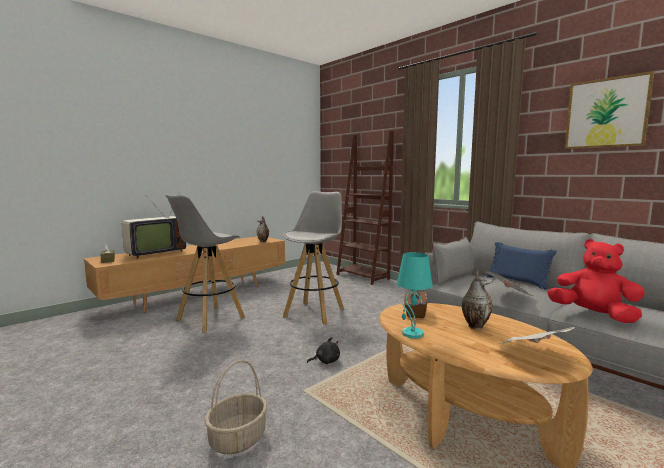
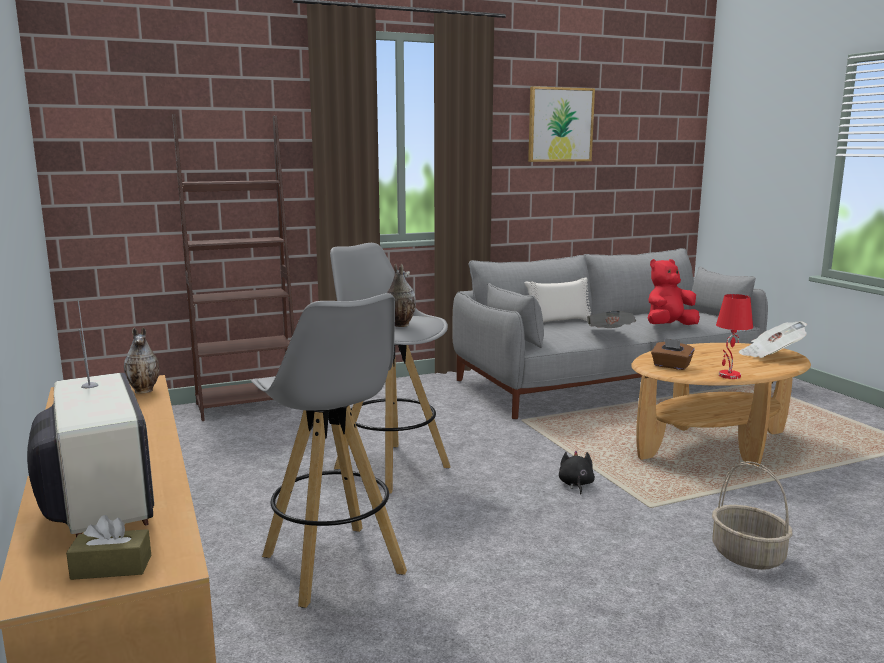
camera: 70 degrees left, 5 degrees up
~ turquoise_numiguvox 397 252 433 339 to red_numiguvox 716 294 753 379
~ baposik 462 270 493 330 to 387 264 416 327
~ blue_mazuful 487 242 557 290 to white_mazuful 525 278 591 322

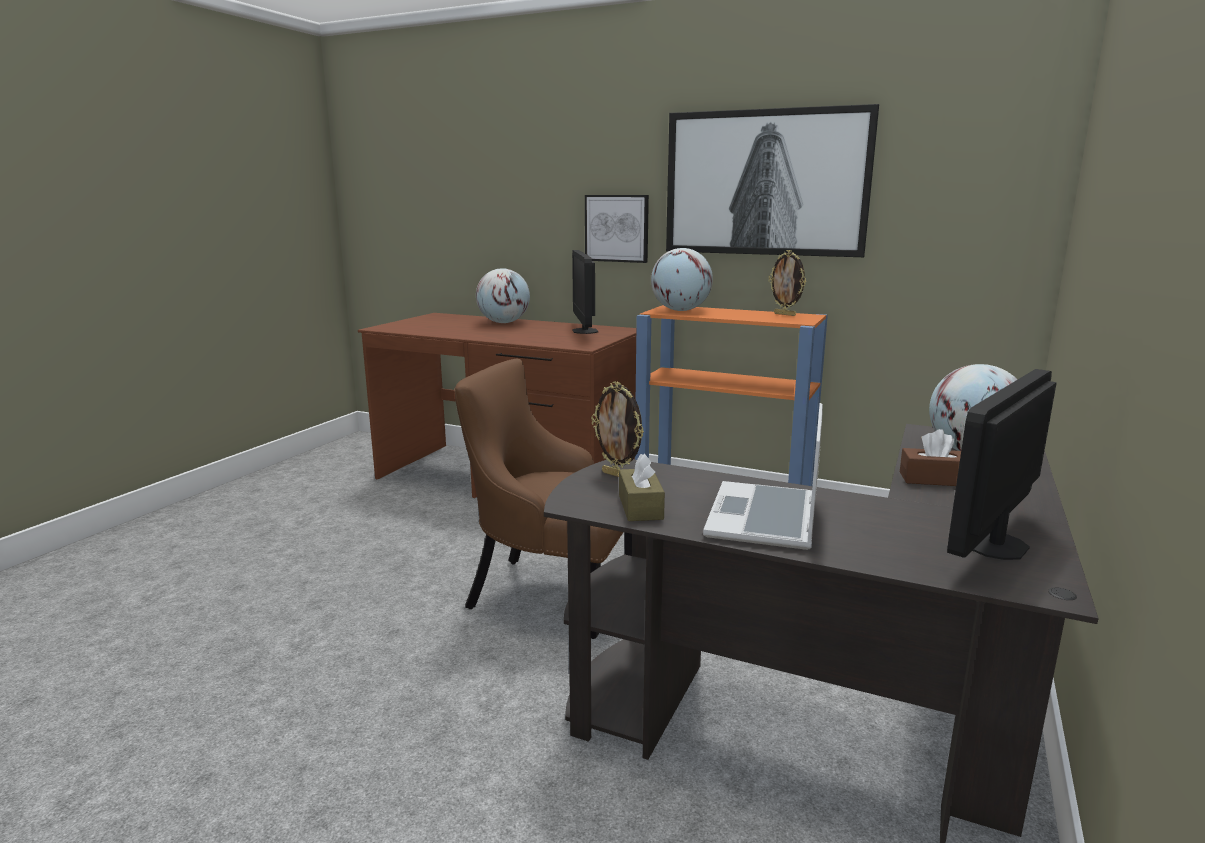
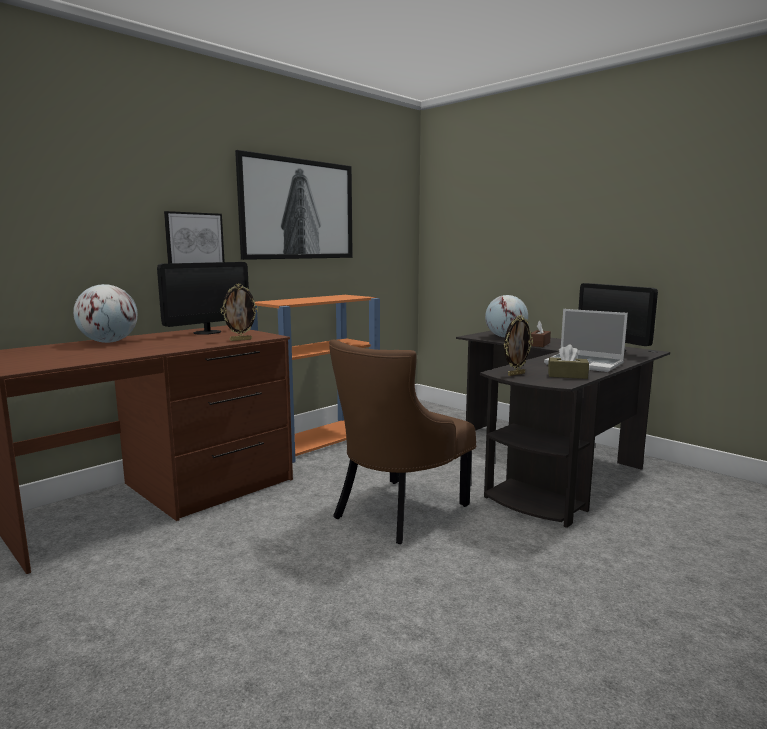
camera: 70 degrees left, 5 degrees down
~ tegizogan 572 250 598 334 = 157 262 249 335 60 degrees counterclockwise
- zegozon 651 248 713 311
~ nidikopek 768 250 806 316 to 221 284 258 341

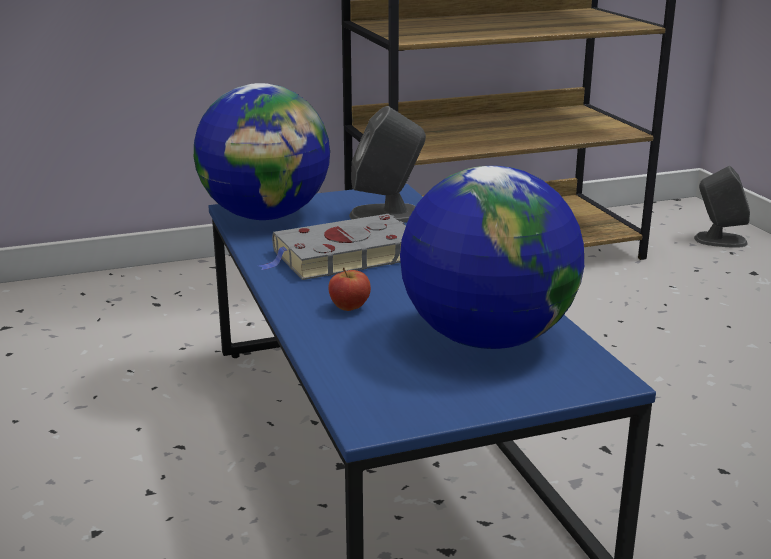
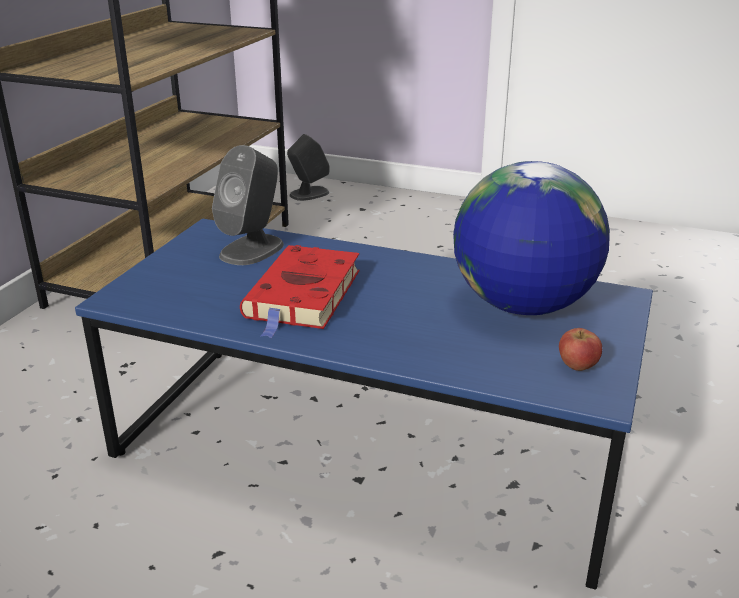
camera: 50 degrees left, 5 degrees up
- zegozon 194 83 330 220
~ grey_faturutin 259 214 406 280 to red_faturutin 240 245 359 338
~ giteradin 328 268 371 311 to 559 328 602 371

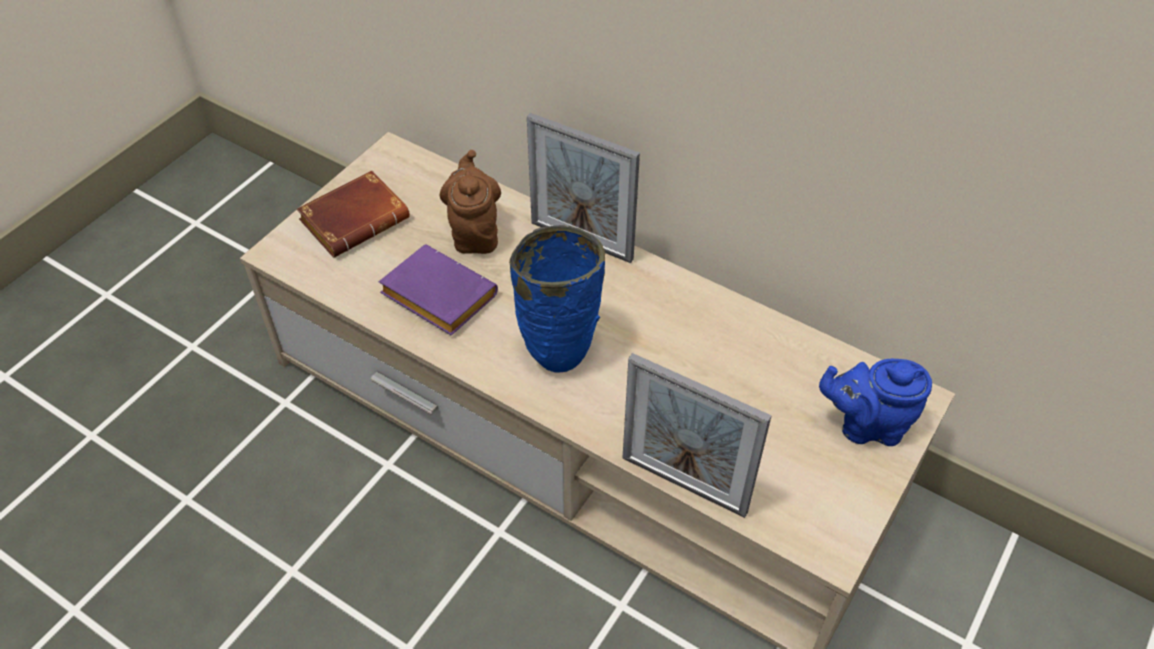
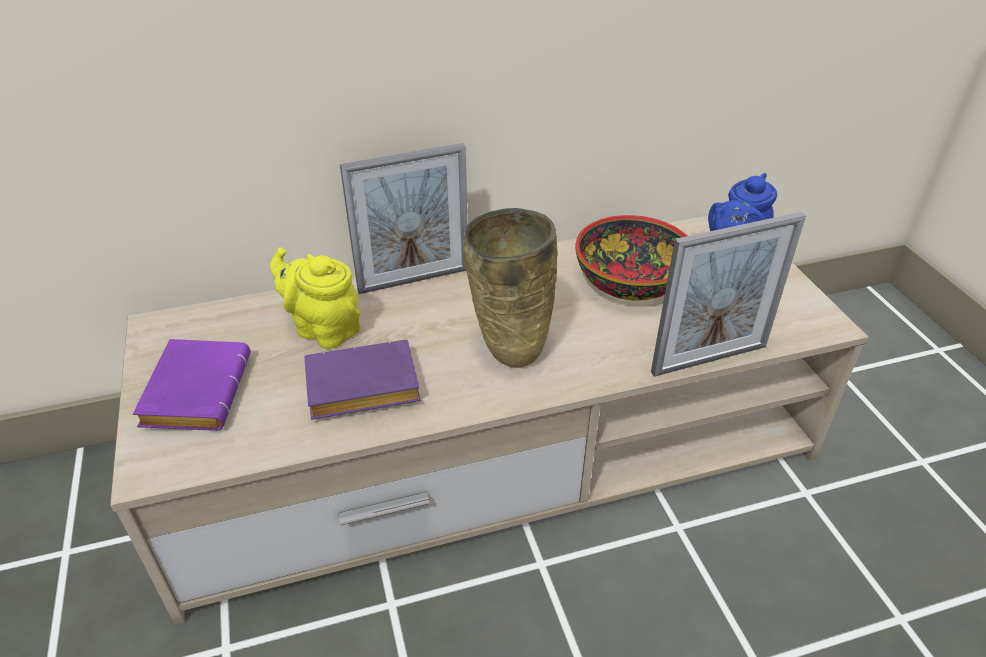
camera: 50 degrees left, 10 degrees down
~ brown_faturutin 297 170 410 258 to purple_faturutin 133 339 250 431
~ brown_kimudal 440 150 501 254 to yellow_kimudal 270 247 360 349
~ blue_baposik 509 225 605 373 to beige_baposik 463 208 558 368
+ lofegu 575 215 687 301

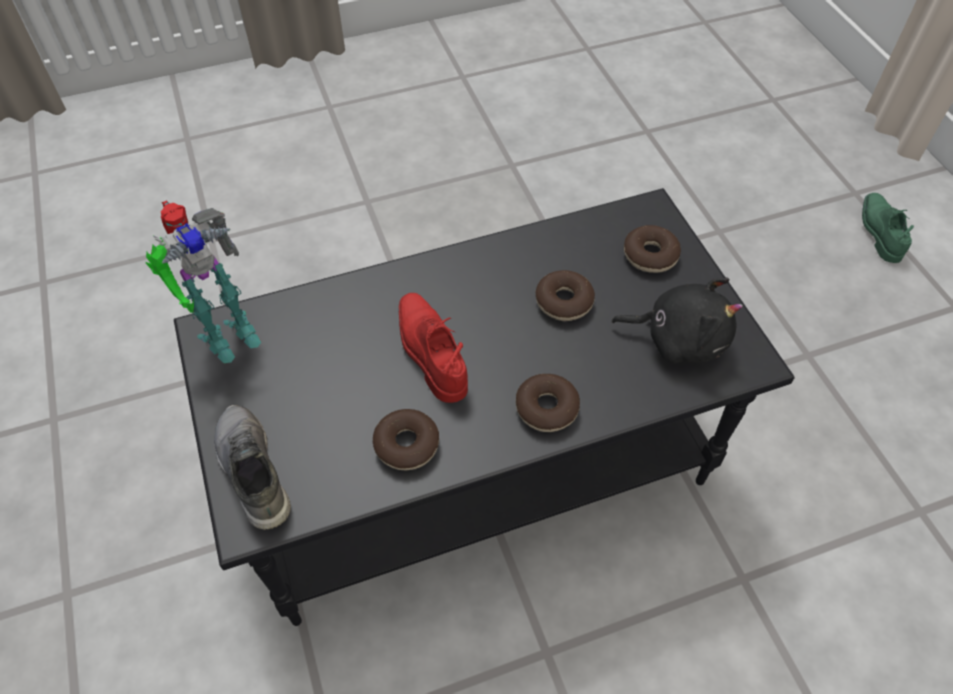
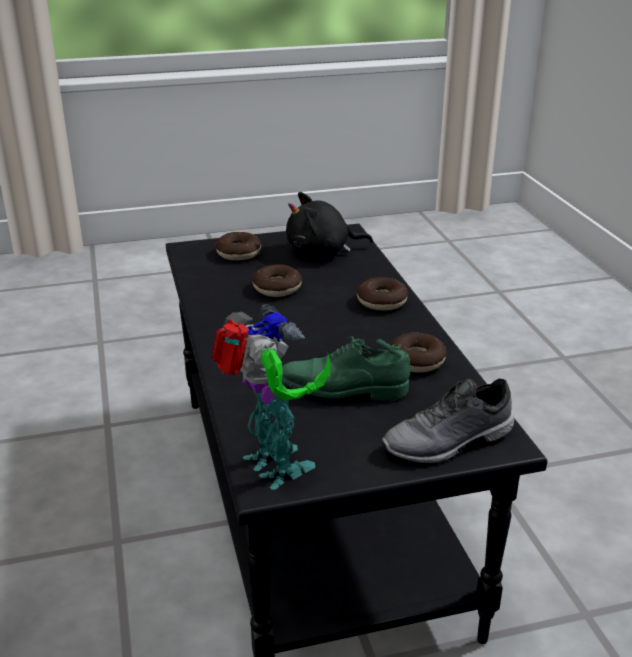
camera: 85 degrees left, 25 degrees down
- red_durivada 398 293 468 403
~ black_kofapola 612 277 743 364 = 286 192 373 256 120 degrees counterclockwise
~ green_durivada 862 193 914 263 to 282 336 410 400

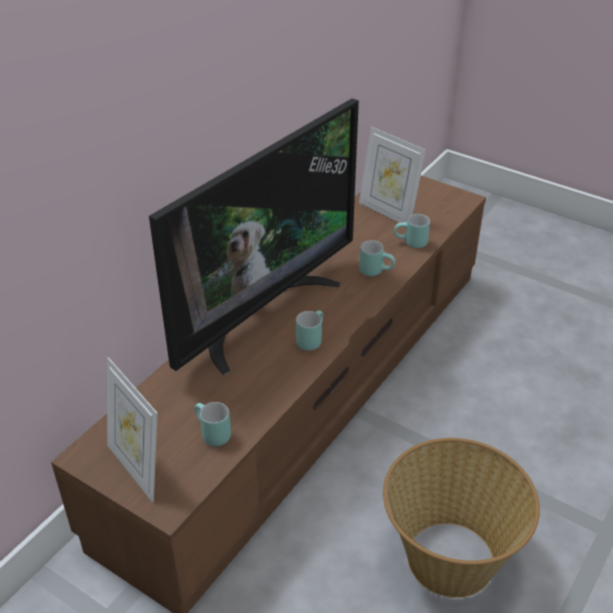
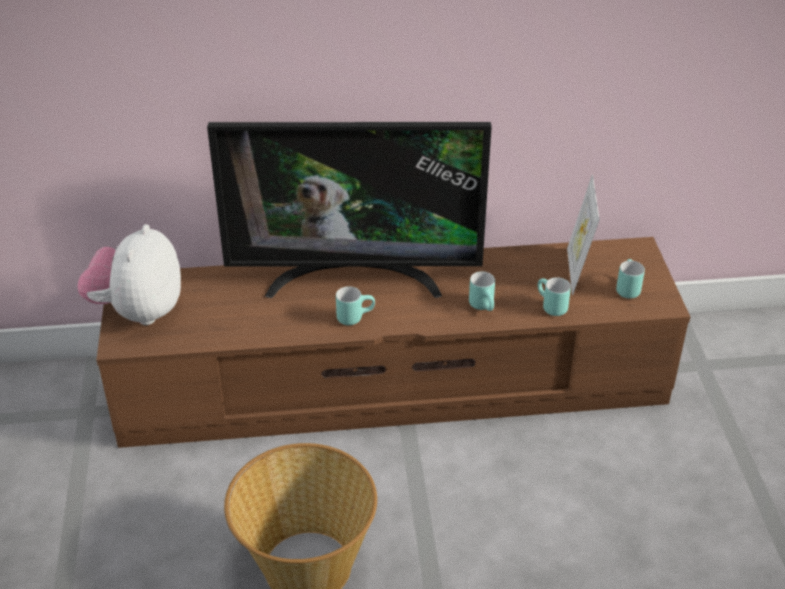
camera: 50 degrees right, 0 degrees up
~ nidikopek 107 357 158 503 to kofapola 77 224 181 325
~ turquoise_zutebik 195 402 231 446 to 616 259 645 299

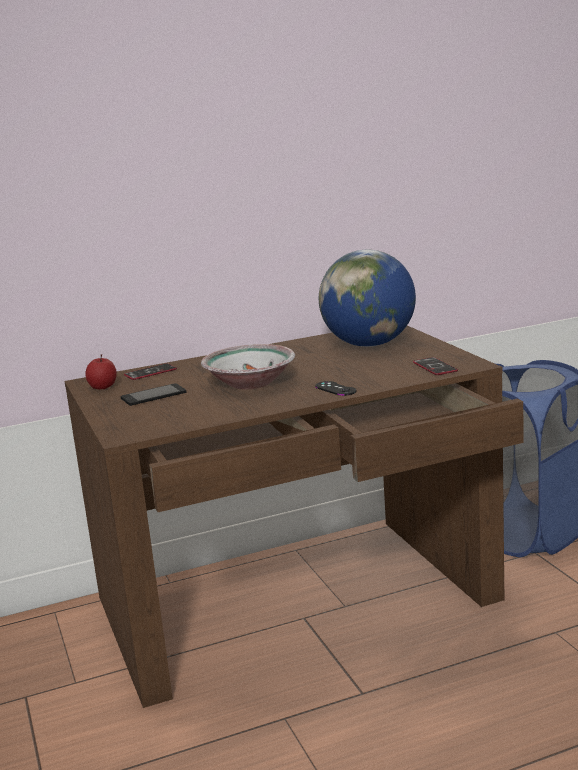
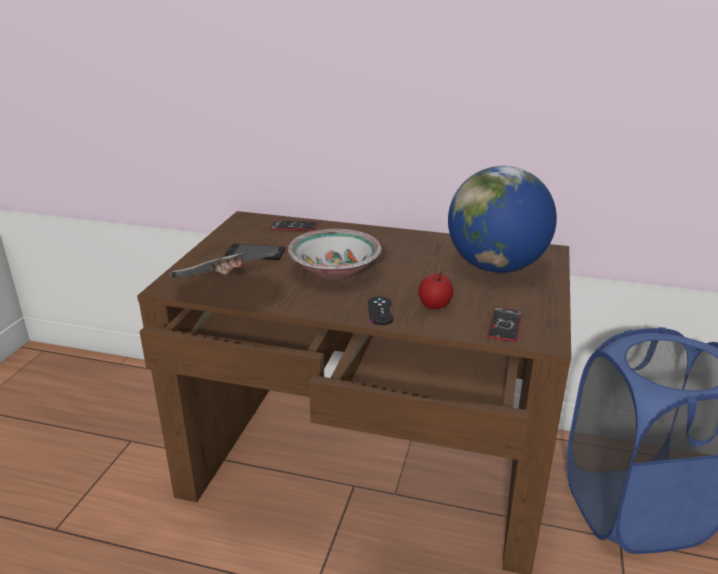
camera: 35 degrees right, 10 degrees up
~ giteradin 85 354 117 389 to 418 272 453 309
+ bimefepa 168 248 279 278

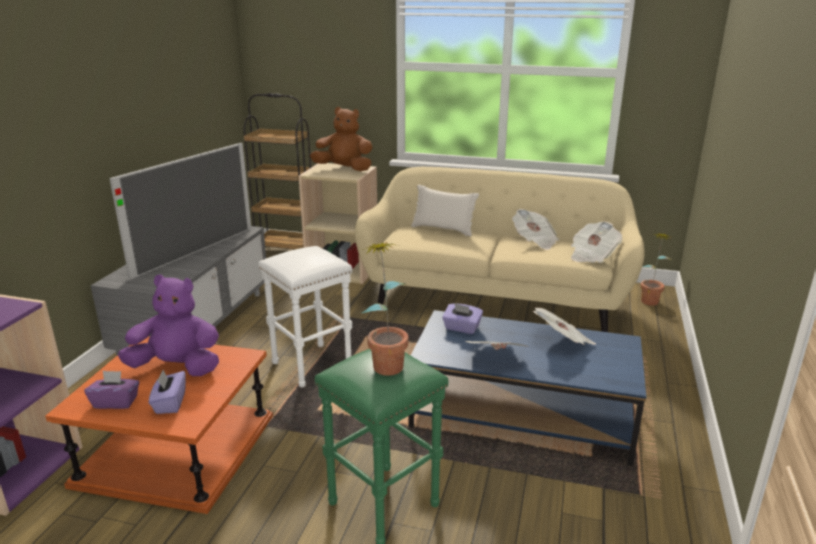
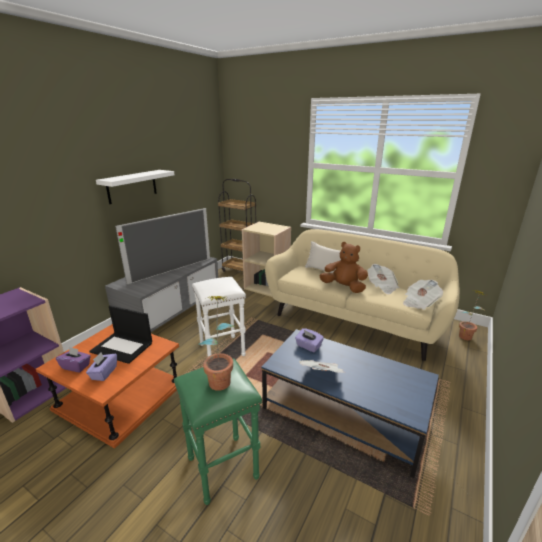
camera: 15 degrees right, 0 degrees up
~ purple_kofapola 118 274 219 376 to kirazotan 89 305 152 364
~ brown_kofapola 310 107 373 171 to 320 242 368 293
- bimefepa 533 308 596 345
+ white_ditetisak 96 170 175 204

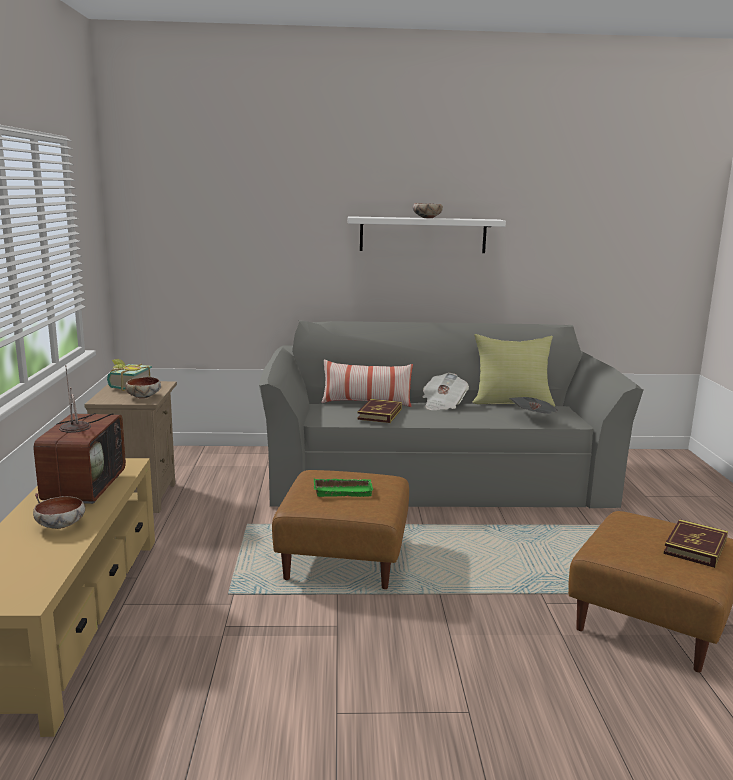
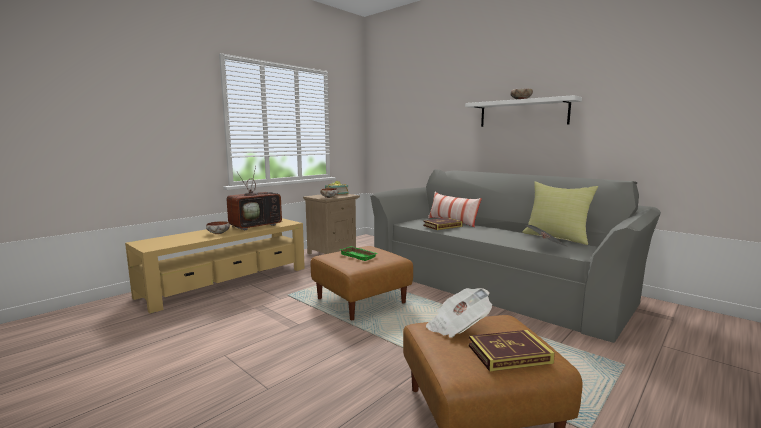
camera: 45 degrees right, 5 degrees down
~ bimefepa 423 373 469 410 to 426 288 492 337

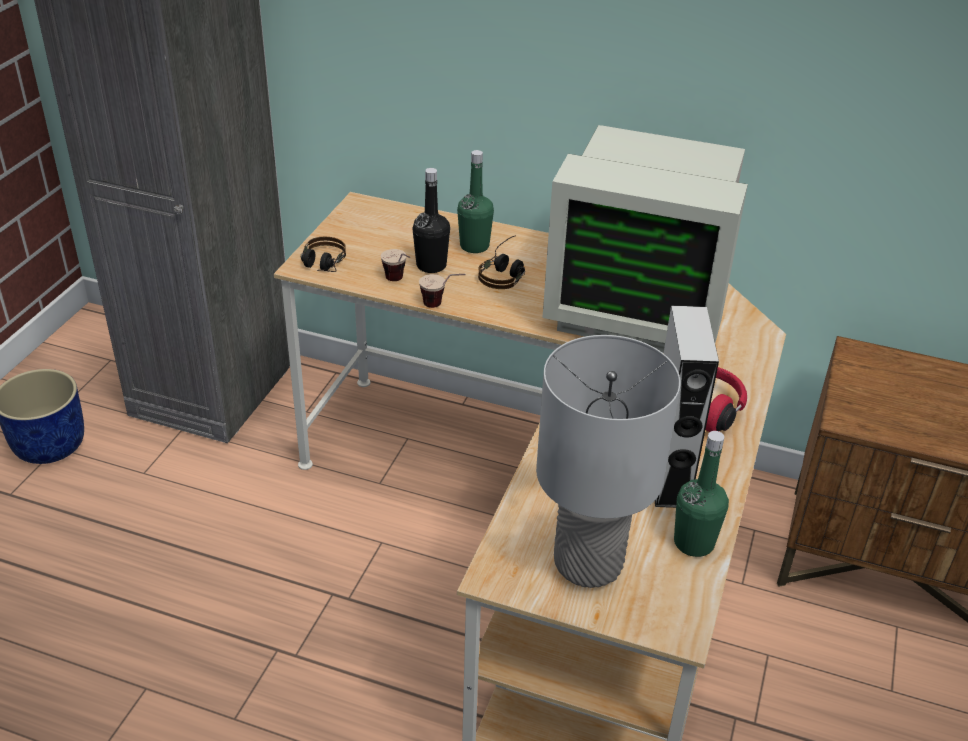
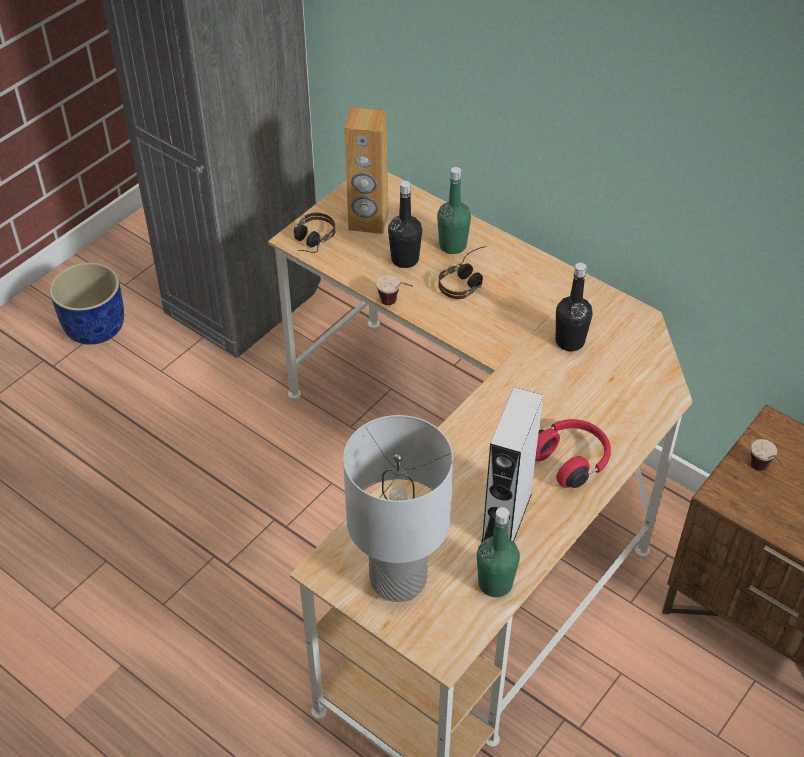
camera: 20 degrees right, 10 degrees up
~ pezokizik 381 249 410 281 to 751 439 783 471
~ tegizogan 543 125 748 353 to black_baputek 556 263 593 351
+ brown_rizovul 344 107 388 234

